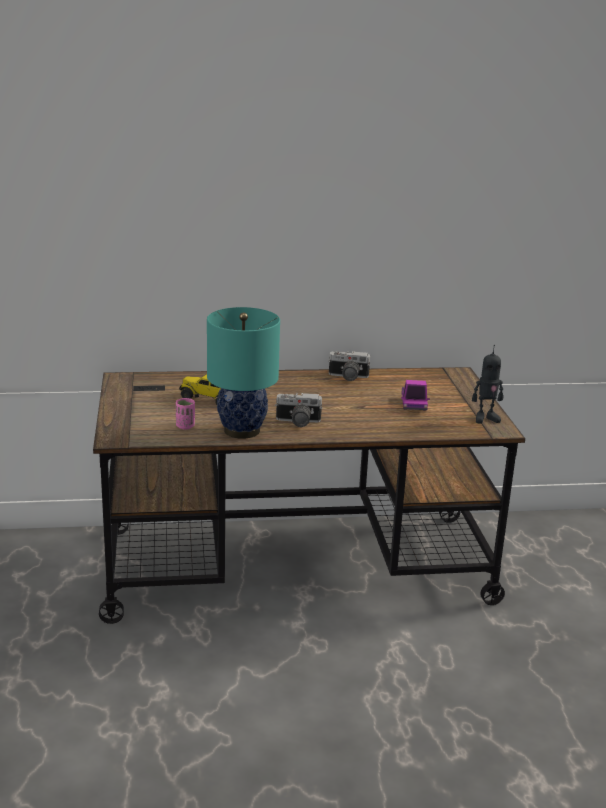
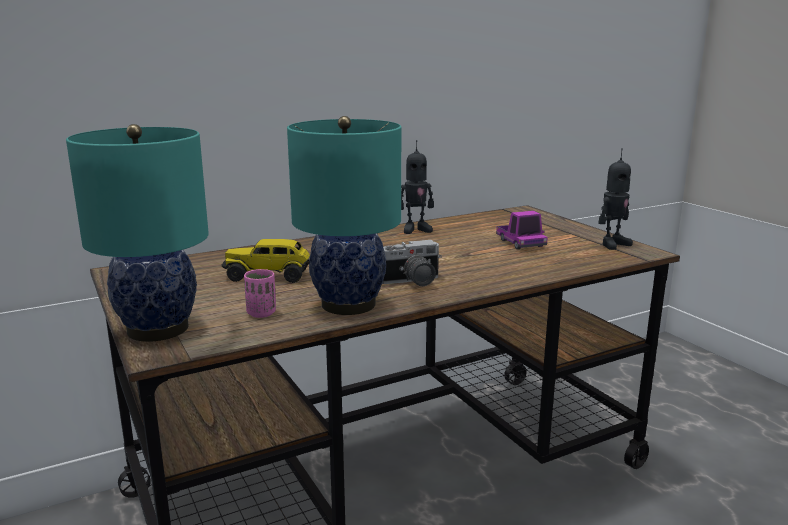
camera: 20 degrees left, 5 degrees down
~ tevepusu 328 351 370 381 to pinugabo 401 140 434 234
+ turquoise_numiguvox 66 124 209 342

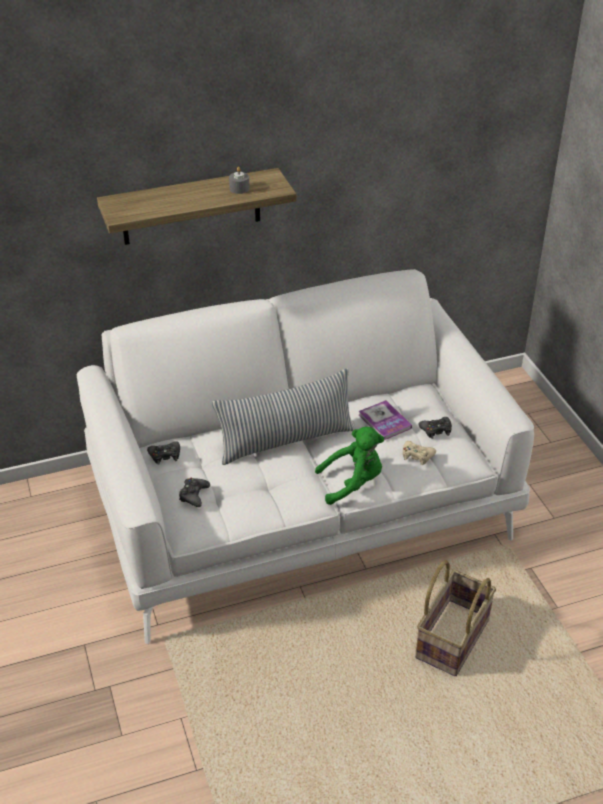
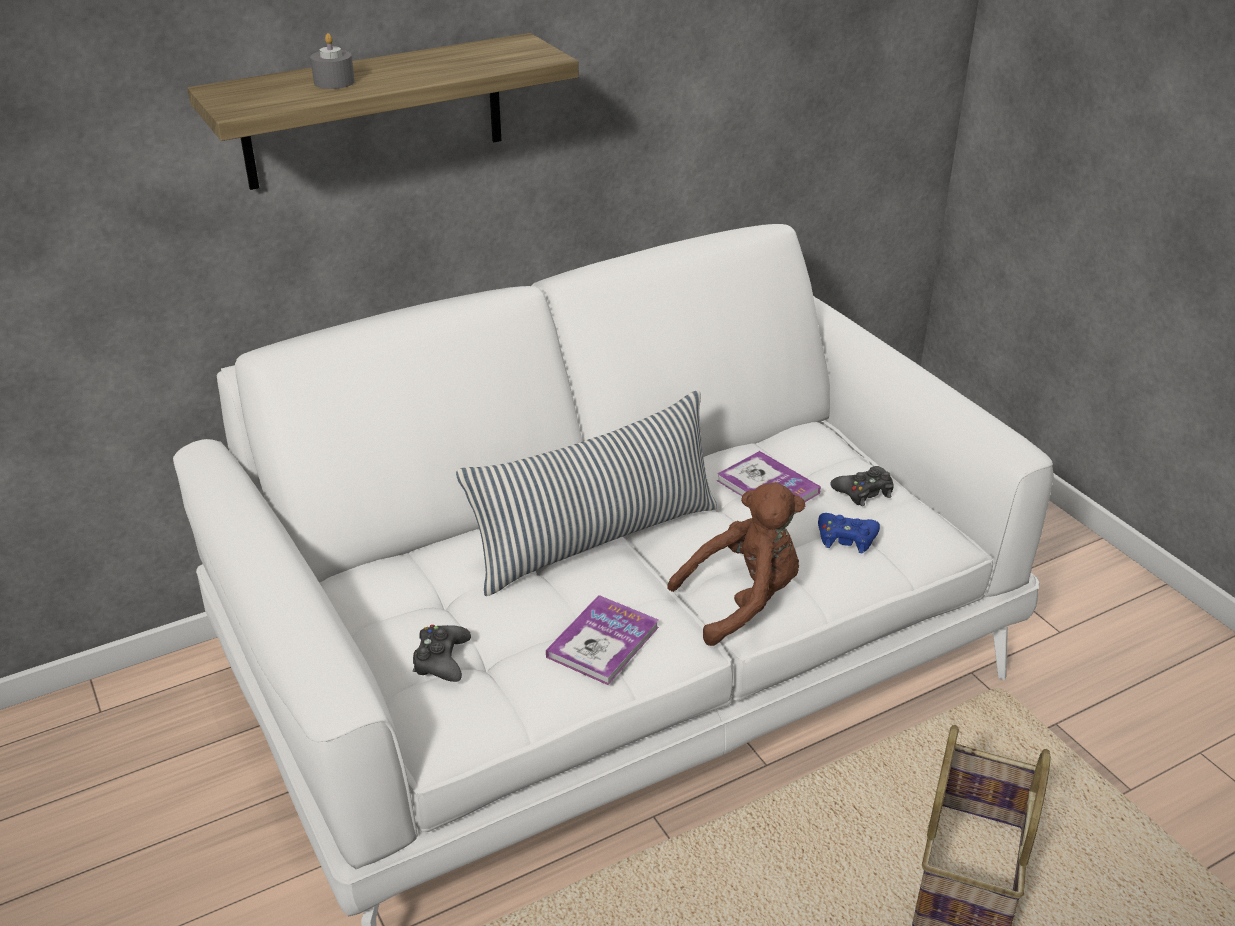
camera: 10 degrees left, 5 degrees down
- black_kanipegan 147 441 180 465
~ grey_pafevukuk 229 167 250 194 to 310 33 355 89
~ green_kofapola 315 427 384 505 to brown_kofapola 667 482 805 646
~ beige_kanipegan 403 441 436 465 to blue_kanipegan 818 513 880 553
+ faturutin 546 595 659 685

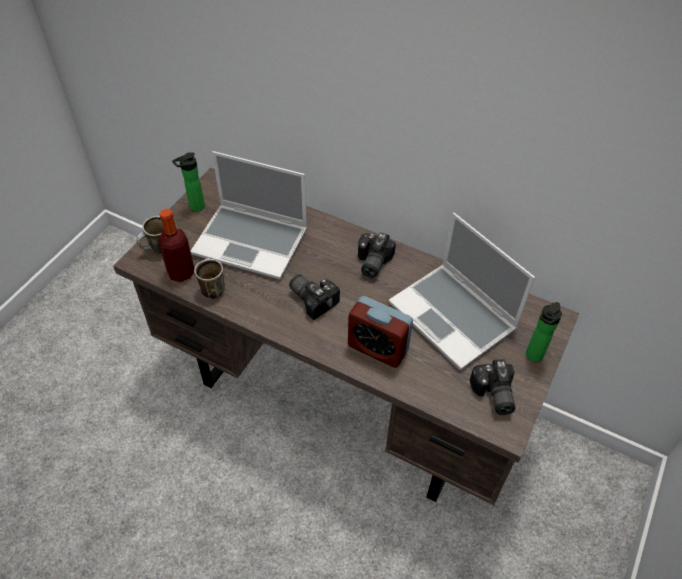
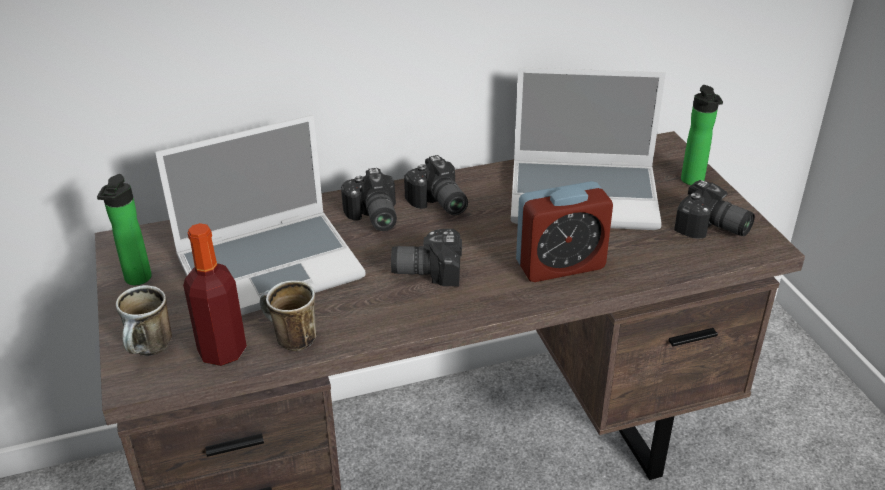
camera: 45 degrees left, 15 degrees down
+ tevepusu 341 168 397 231

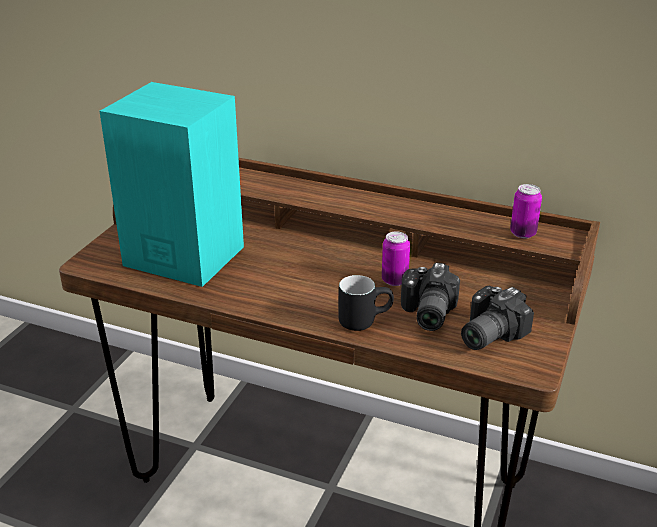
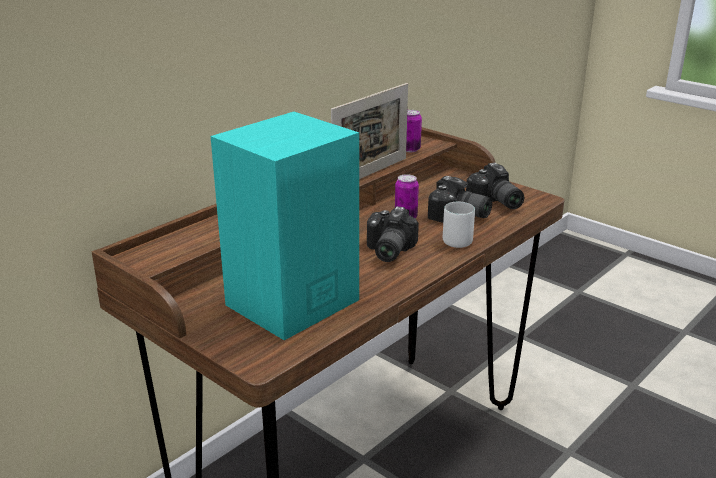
camera: 70 degrees left, 5 degrees down
~ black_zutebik 338 275 394 331 to white_zutebik 443 202 475 248
+ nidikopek 331 83 408 179
+ tevepusu 367 206 419 262

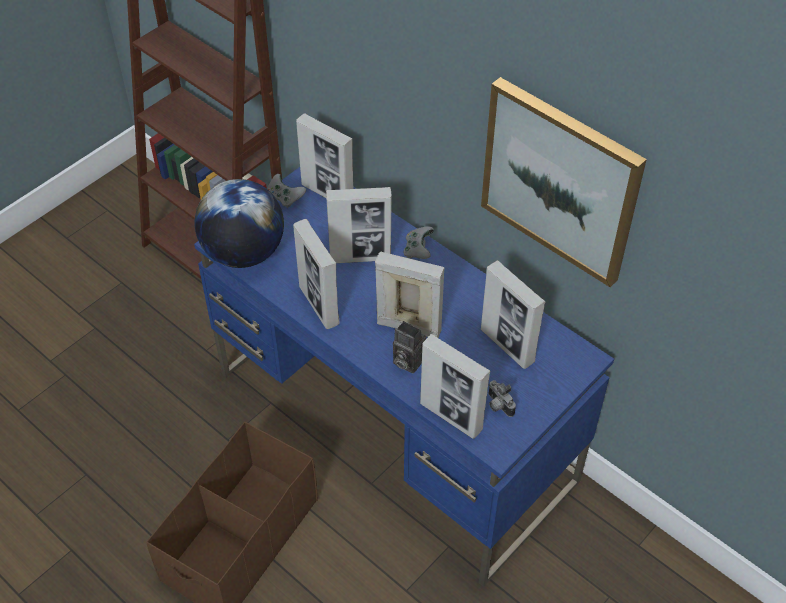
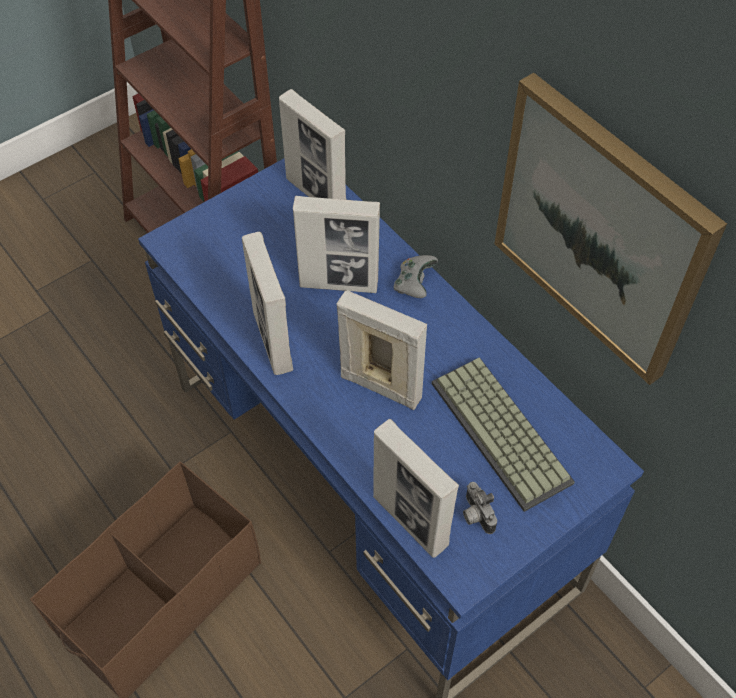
camera: 10 degrees right, 5 degrees up
- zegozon 195 179 284 268
- grey_kanipegan 267 174 306 208
- tevepusu 393 321 426 373
~ nidikopek 481 260 545 369 to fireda 432 357 575 512

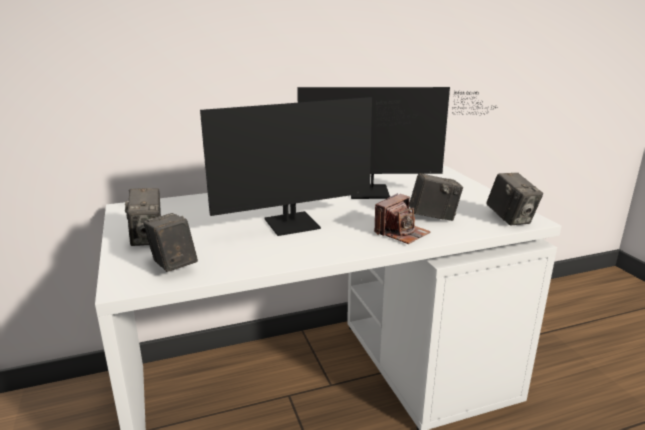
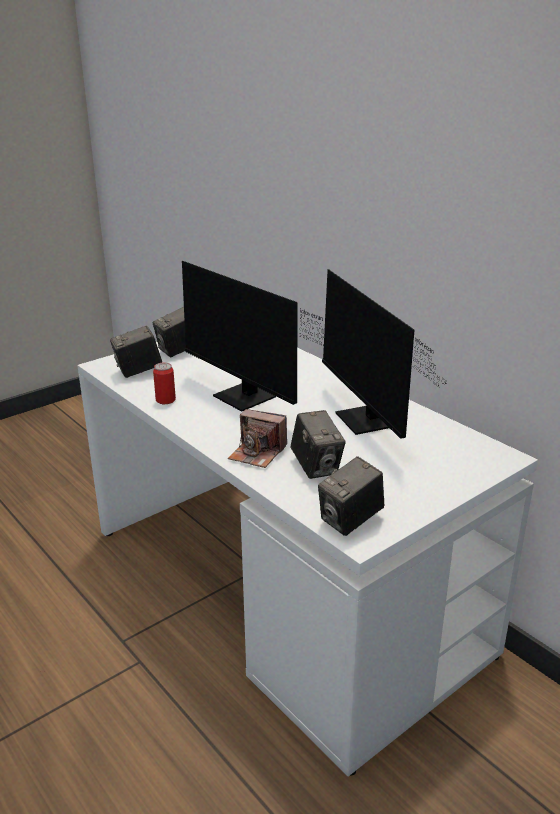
camera: 70 degrees right, 5 degrees up
~ tevepusu 143 213 198 272 = 110 325 162 378 150 degrees counterclockwise
+ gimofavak 153 362 176 404

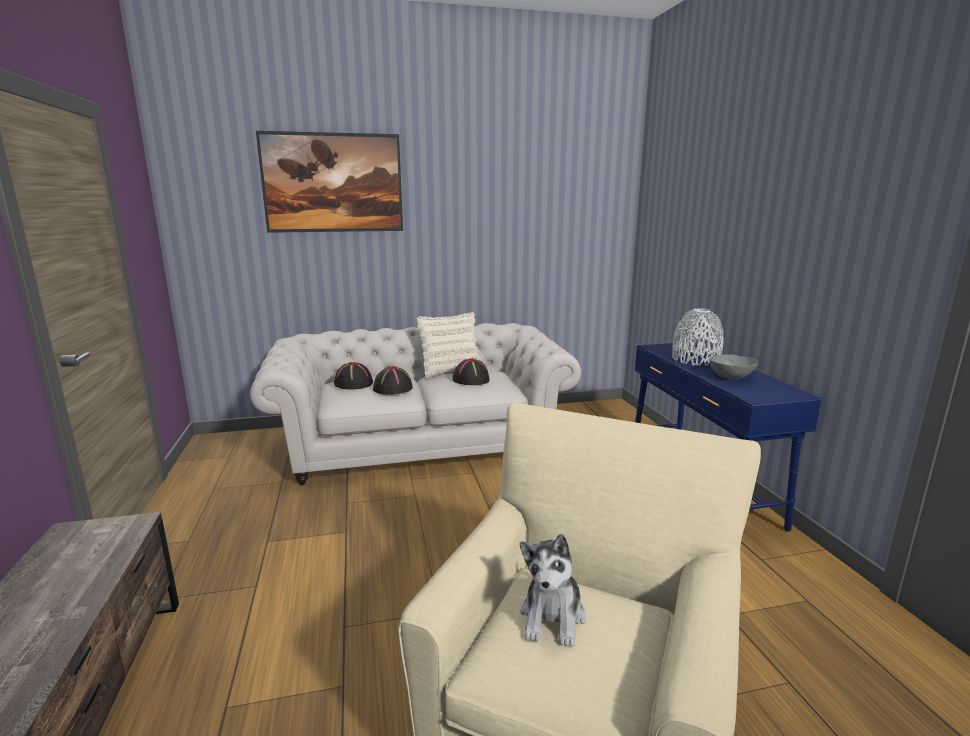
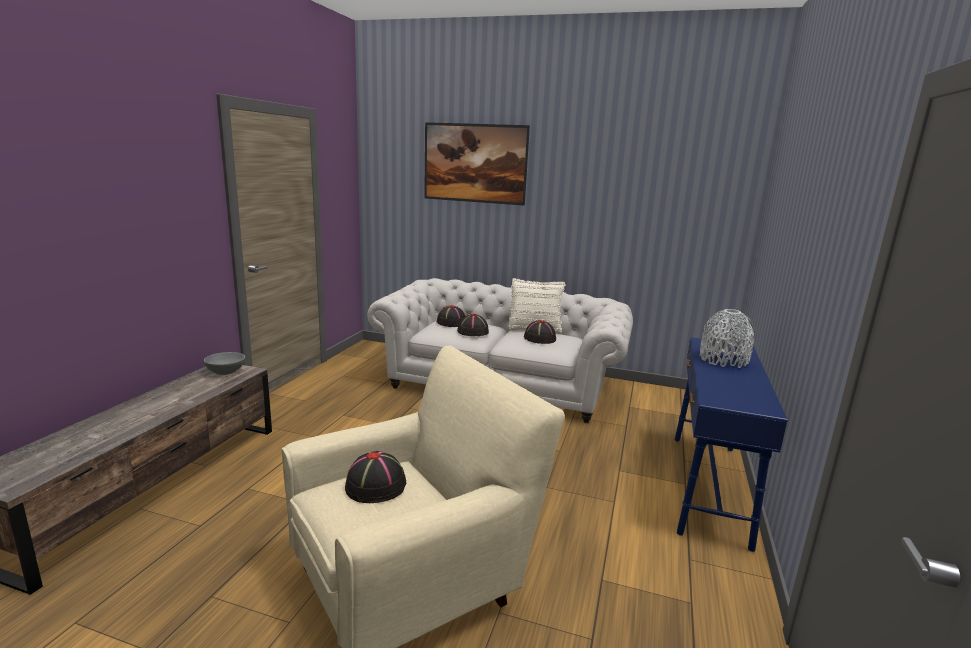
camera: 30 degrees right, 0 degrees up
~ kofapola 520 534 586 648 to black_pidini 345 451 406 503
~ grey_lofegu 709 354 758 380 to 204 352 245 375

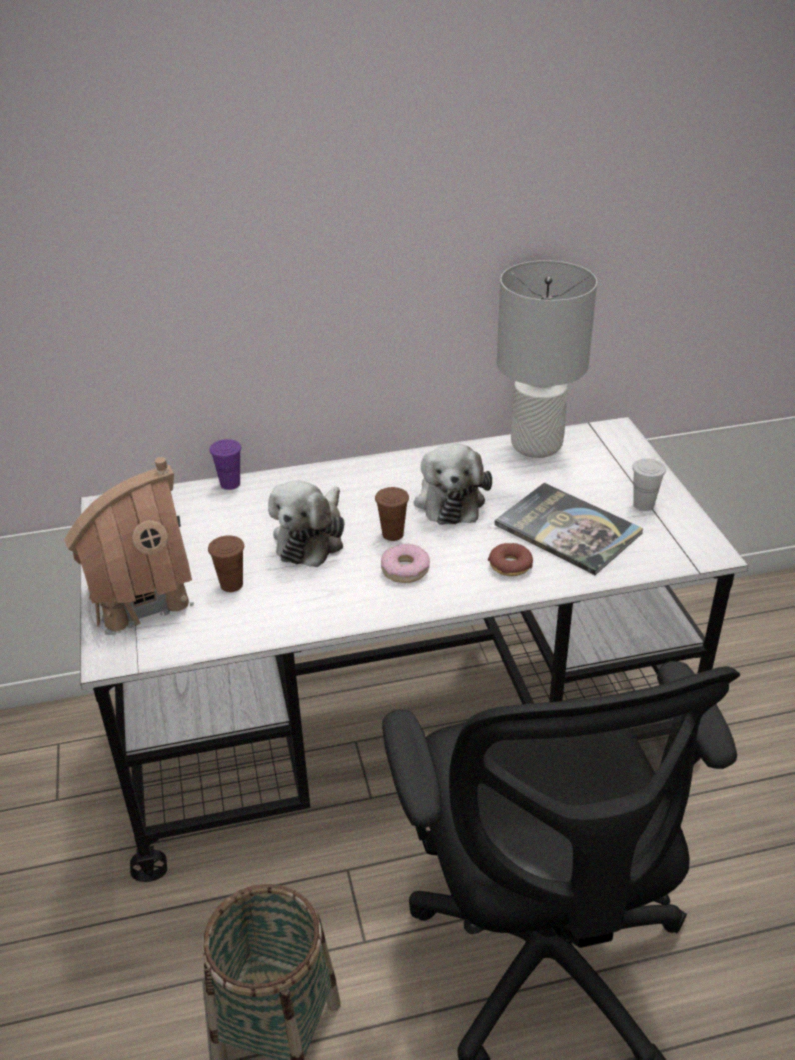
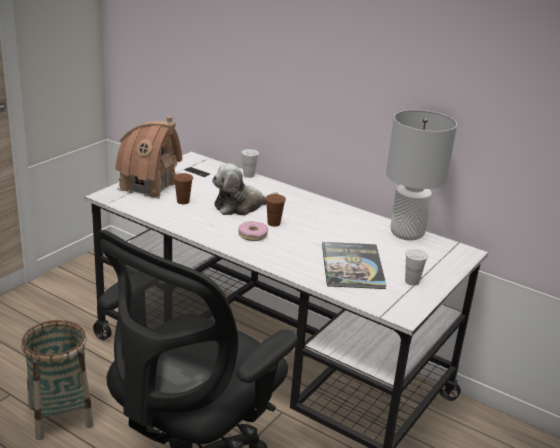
camera: 45 degrees right, 10 degrees down
~ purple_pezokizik 209 439 241 490 to white_pezokizik 241 149 259 178
- kofapola 414 443 492 525
- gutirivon 488 543 533 576

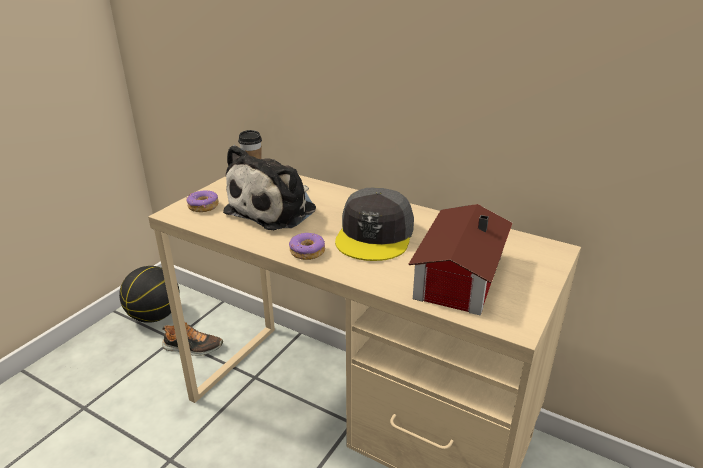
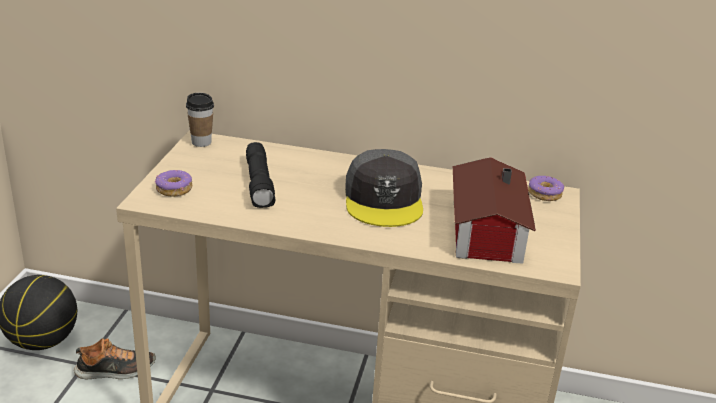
camera: 20 degrees left, 0 degrees up
~ kofapola 223 145 316 230 to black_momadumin 246 142 275 208
~ gutirivon 289 233 325 260 to 528 176 564 201

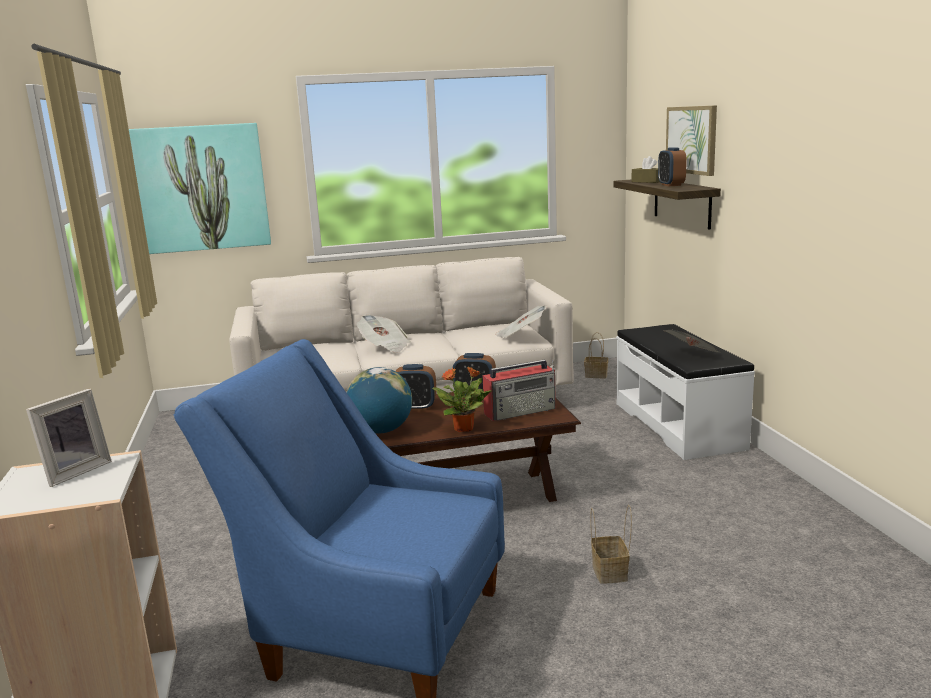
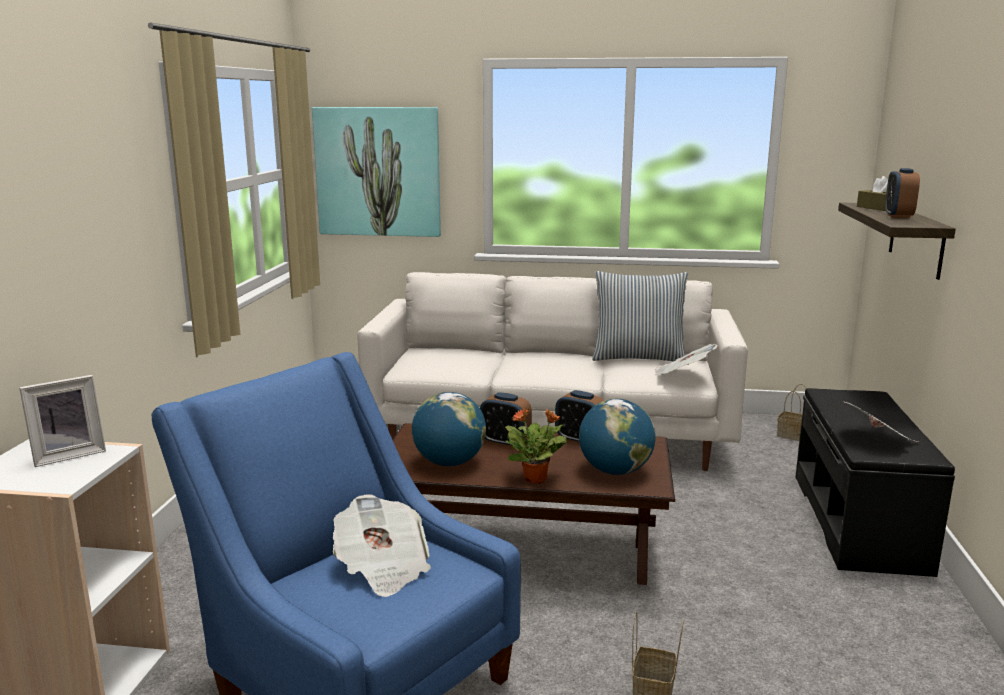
camera: 20 degrees right, 0 degrees up
~ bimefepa 357 314 411 353 to 332 494 431 597
~ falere 483 360 556 421 to zegozon 579 399 656 475
~ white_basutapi 616 324 755 460 to black_basutapi 795 388 955 577
- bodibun 666 105 717 176
+ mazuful 592 271 688 361

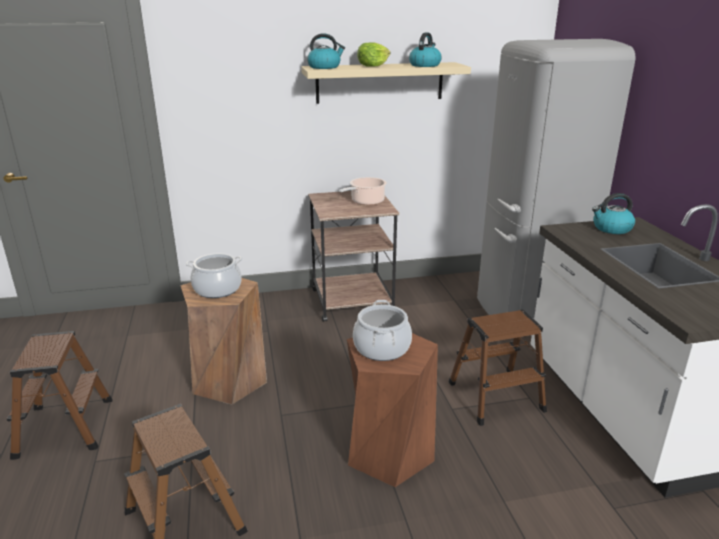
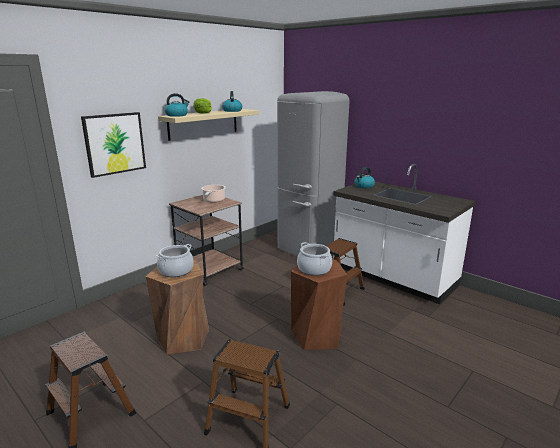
camera: 35 degrees left, 5 degrees down
+ bodibun 81 112 146 178

